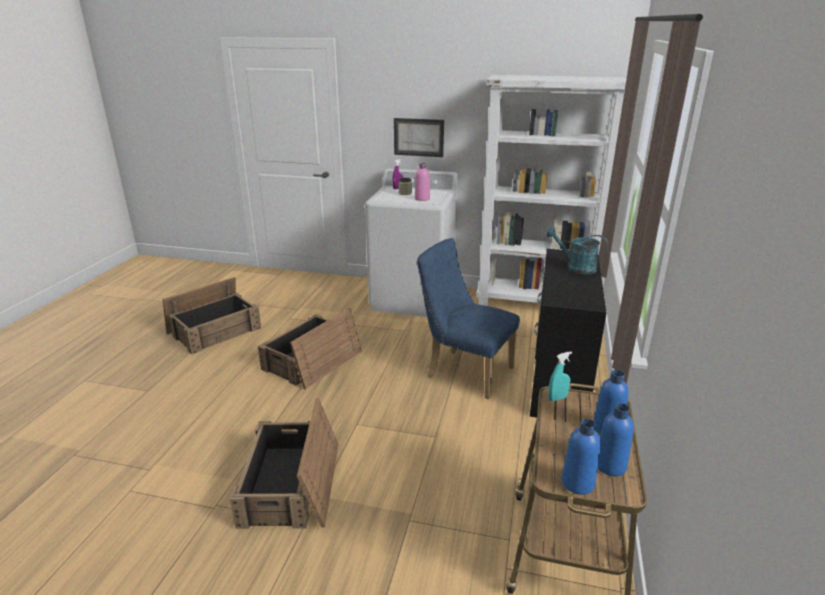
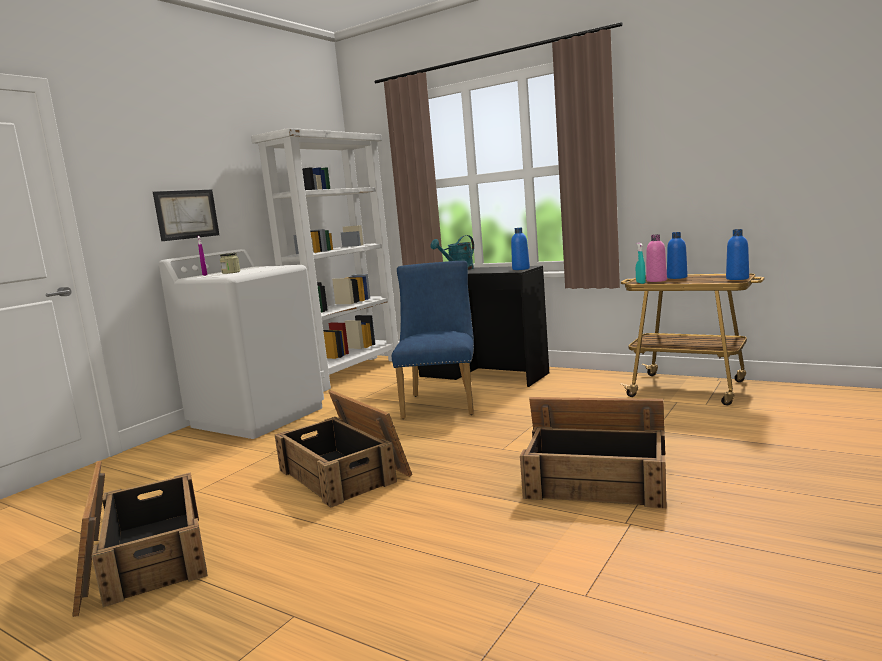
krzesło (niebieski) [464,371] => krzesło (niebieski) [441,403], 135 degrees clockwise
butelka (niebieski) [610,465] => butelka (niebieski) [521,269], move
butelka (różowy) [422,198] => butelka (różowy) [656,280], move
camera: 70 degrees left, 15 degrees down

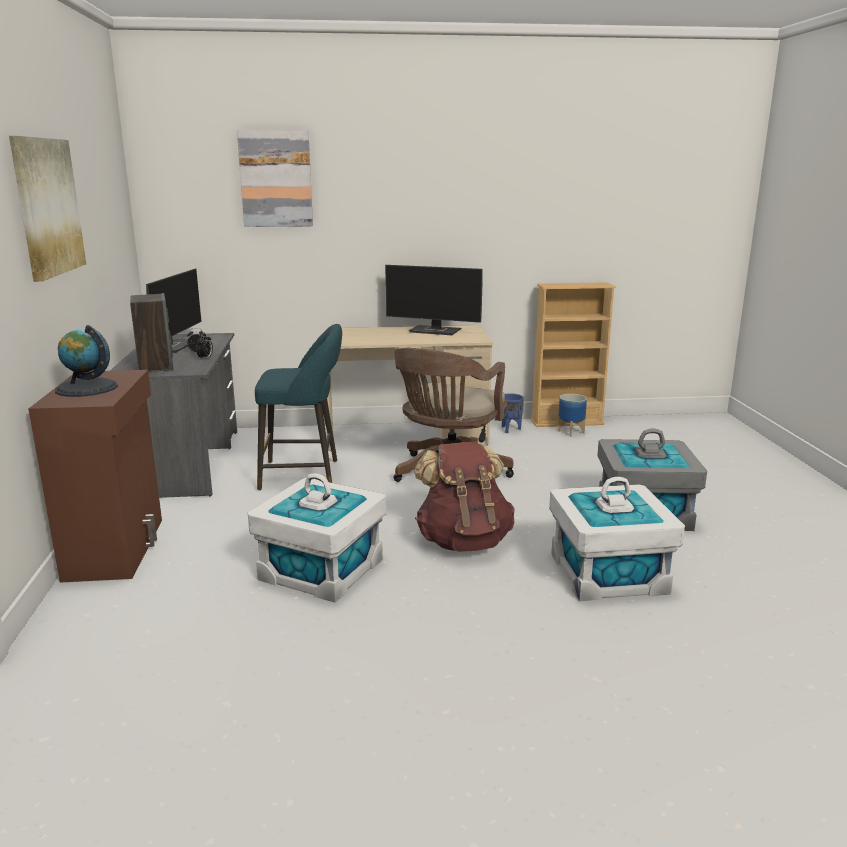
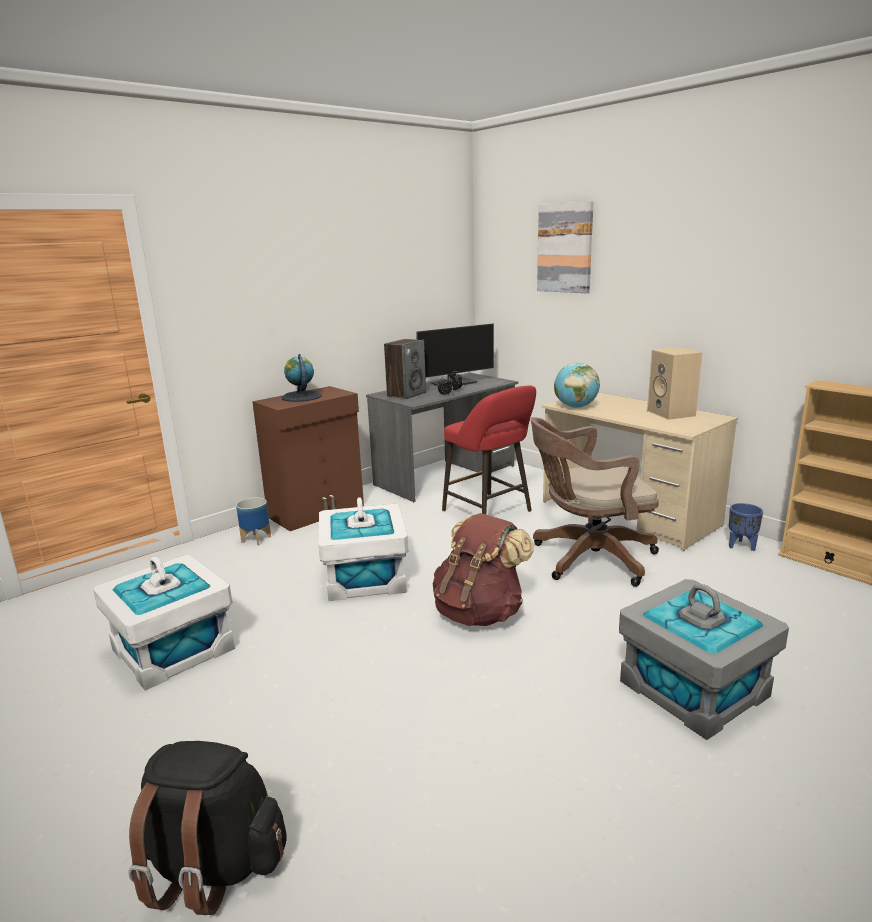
pojemnik do przechowywania (biały) [608,574] => pojemnik do przechowywania (biały) [172,649], move
nothing => plecak (czarny) [213,866]
donica [570,432] => donica [256,539], move
stołek (turkusowy) [305,475] => stołek (czerwony) [490,512]
nothing => globus [575,407]
monitor [436,331] => głośnik (beżowy) [672,413]
obraz [47,207] => nothing
camera: 55 degrees right, 0 degrees up

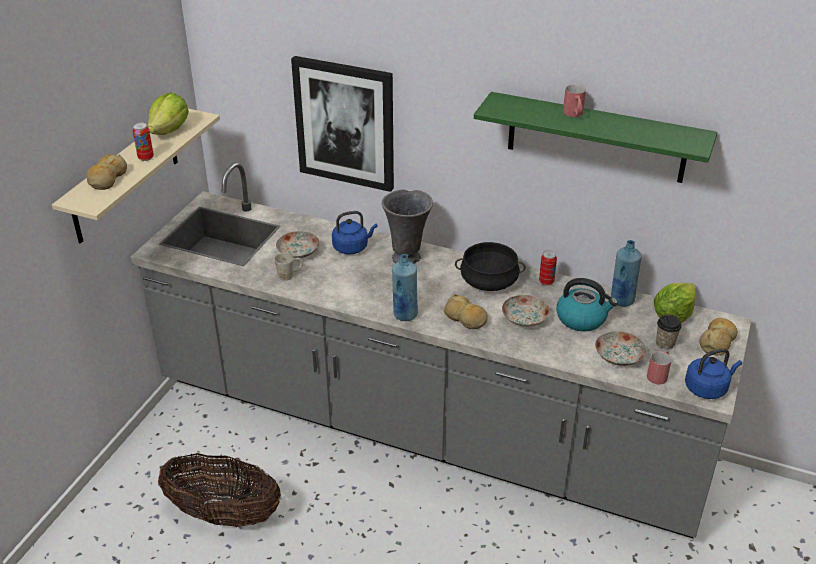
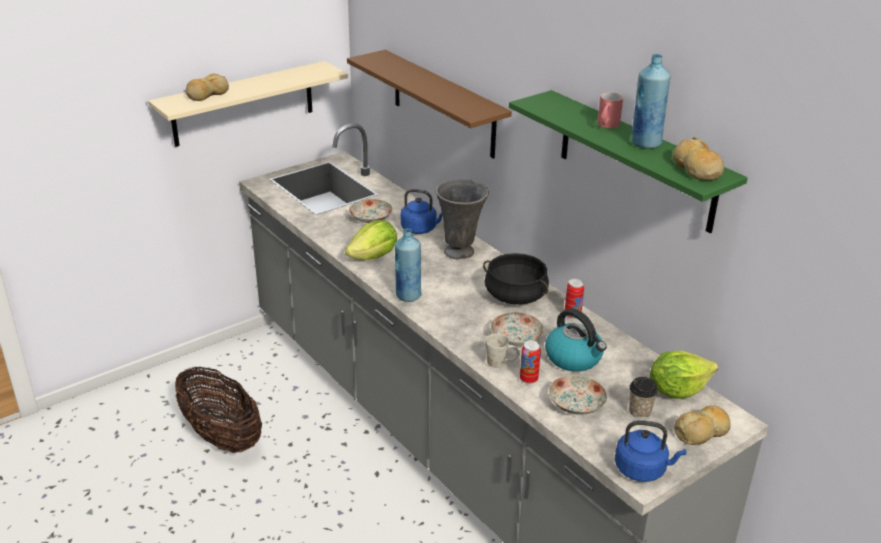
sałata [170,130] => sałata [374,257], move
obraz [345,123] => półka (brązowy) [443,104]
kubek (biały) [290,275] => kubek (biały) [501,363], move
puszka [146,158] => puszka [528,379], move
butelka (niebieski) [621,300] => butelka (niebieski) [645,143], move
chleb [465,318] => chleb [696,169], move
kubek (czerwony) [658,374] => nothing
camera: 30 degrees right, 5 degrees down

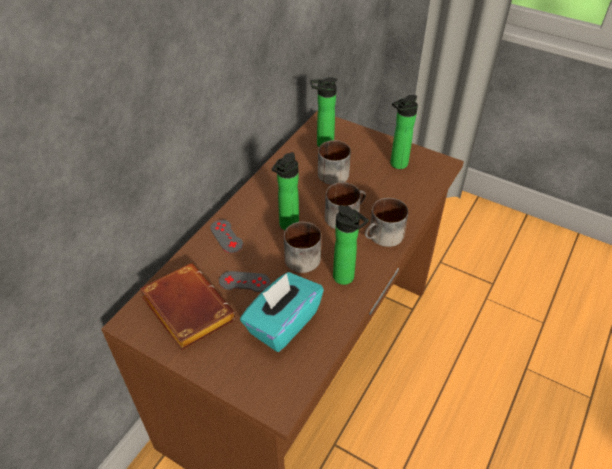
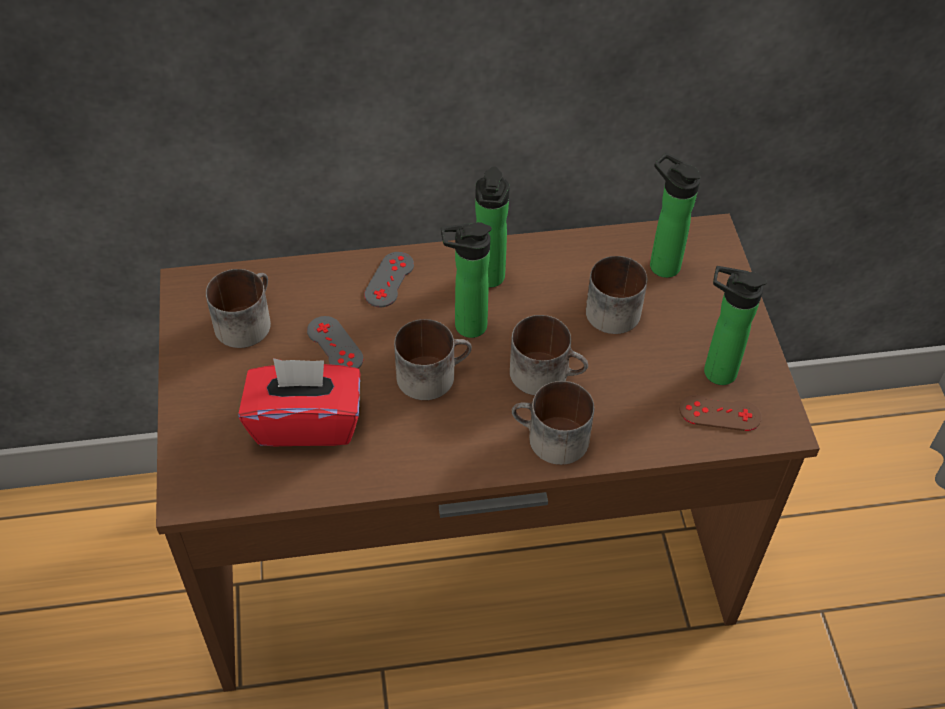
książka (brązowy) [185,310] => kubek [245,320]
pudełko chusteczek (turkusowy) [282,323] => pudełko chusteczek (czerwony) [306,422]
butelka [346,278] => butelka [488,280], move
nothing => pad do gier (brązowy) [720,413]
camera: 50 degrees right, 5 degrees up

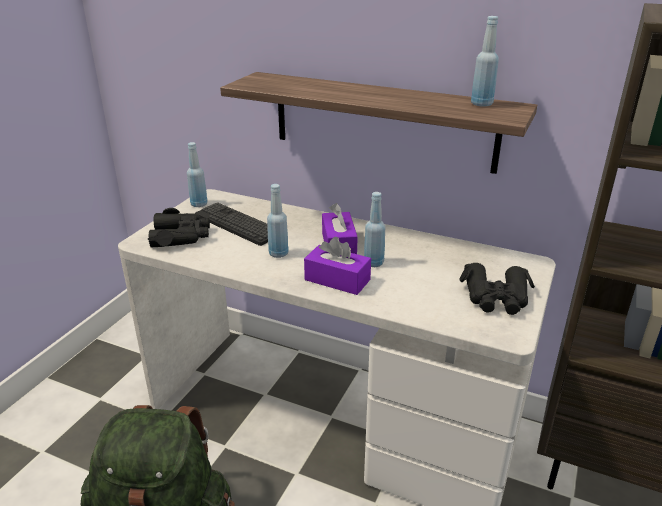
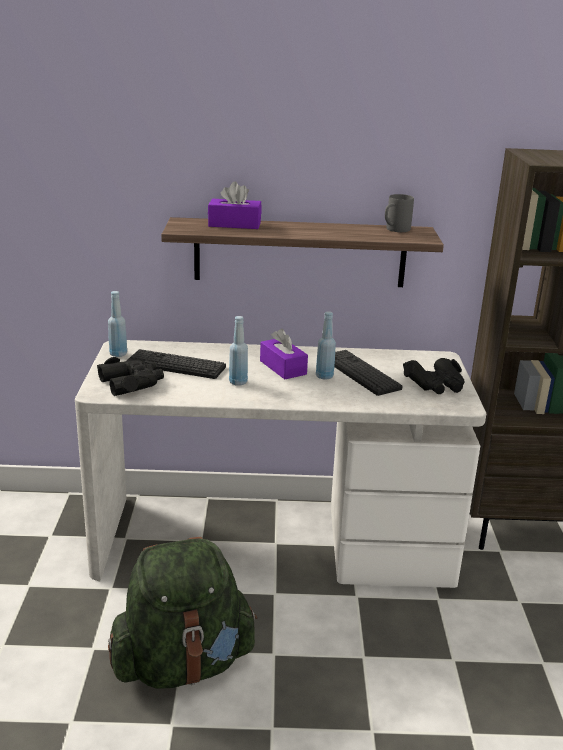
pudełko chusteczek (fioletowy) [337,280] => pudełko chusteczek (fioletowy) [234,224], move
nothing => klawiatura [360,373]
butelka (niebieski) [481,104] => kubek (szary) [394,230]
camera: 25 degrees left, 5 degrees down

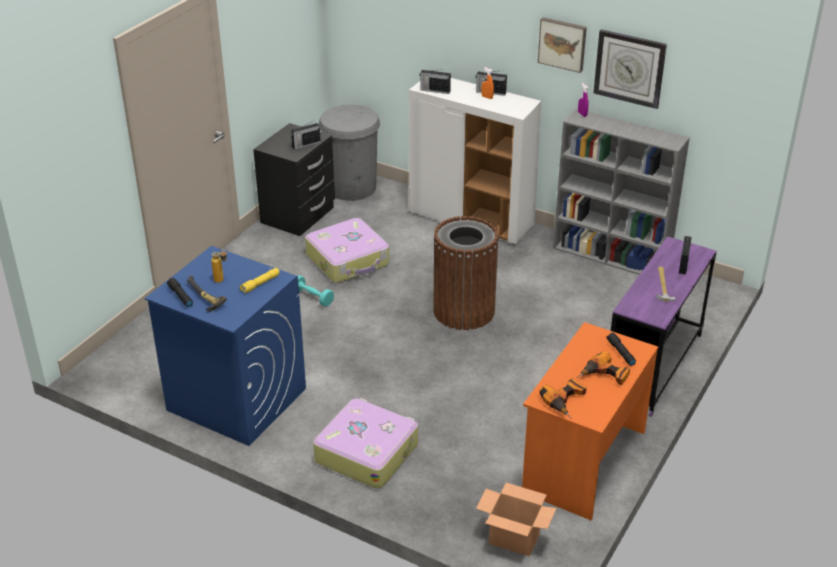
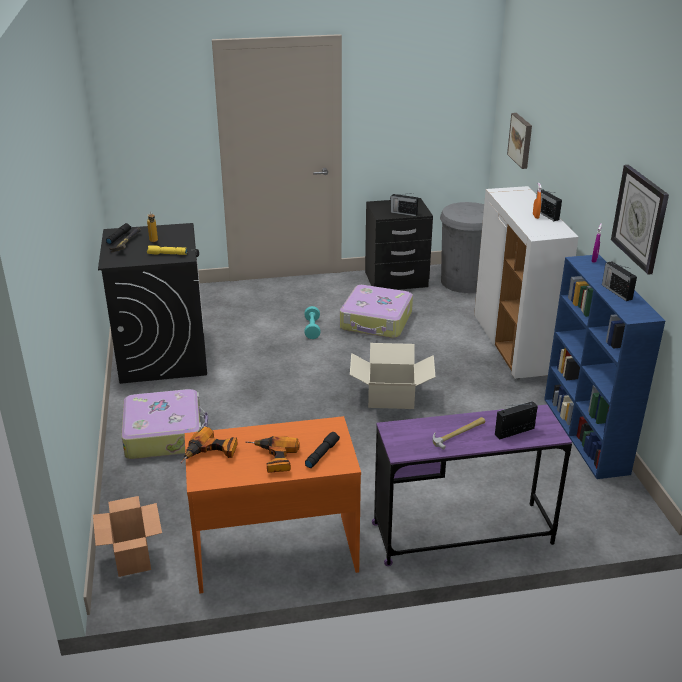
pralka (niebieski) [235,399] => pralka (czarny) [163,355]
kosz na śmieci (brązowy) [464,311] => karton [391,397]
obraz [562,44] => obraz [521,140], move
regał (szary) [612,257] => regał (niebieski) [585,435]
radio [434,90] => radio [616,291], move
camera: 50 degrees right, 5 degrees down

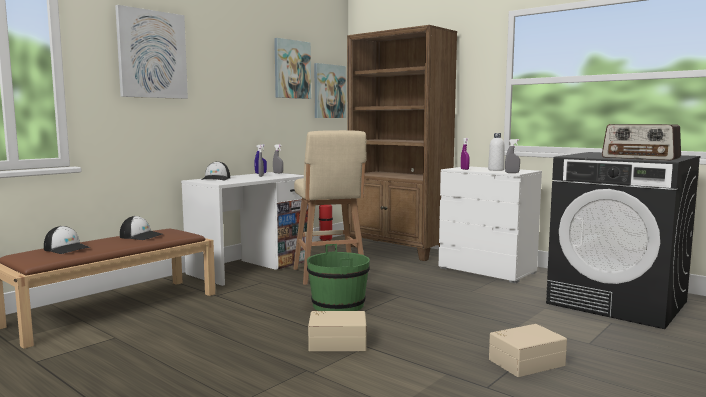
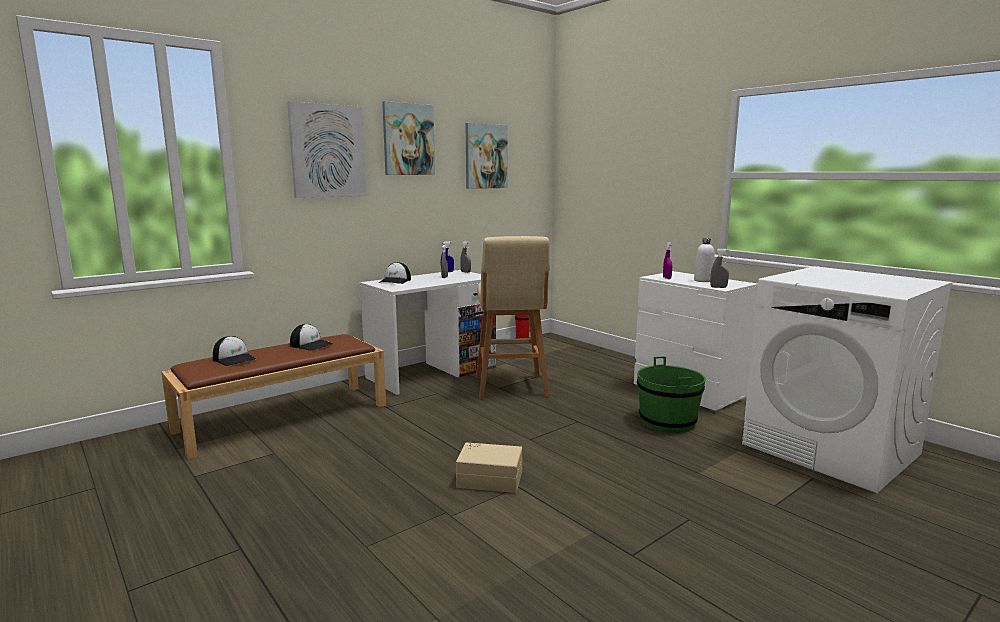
obraz [329,91] => obraz [408,139], move
wiadro (zielony) [338,305] => wiadro (zielony) [667,422], move
pralka (czarny) [618,302] => pralka (biały) [831,449]
regał (brązowy) [398,249] => nothing
pojemnik do przechowywania (beżowy) [525,361] => nothing
radio [641,158] => nothing
camera: 10 degrees right, 5 degrees up

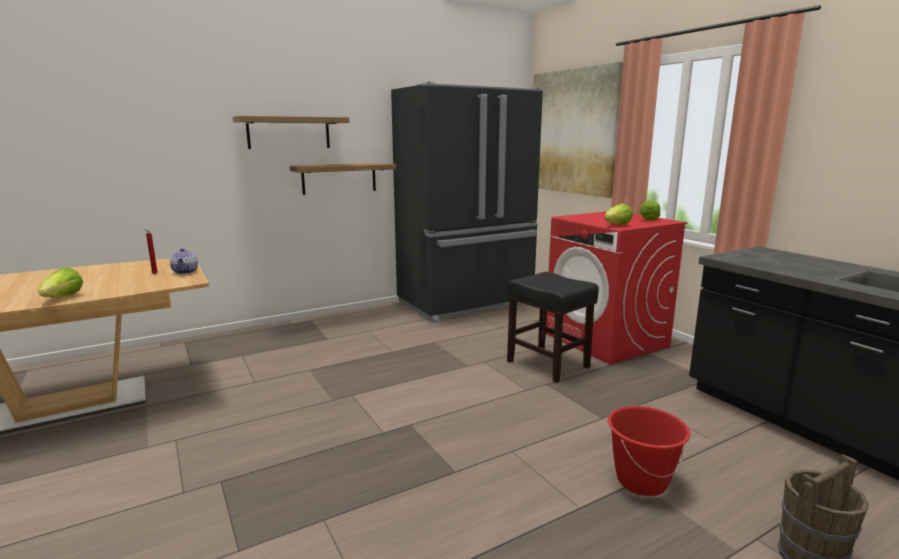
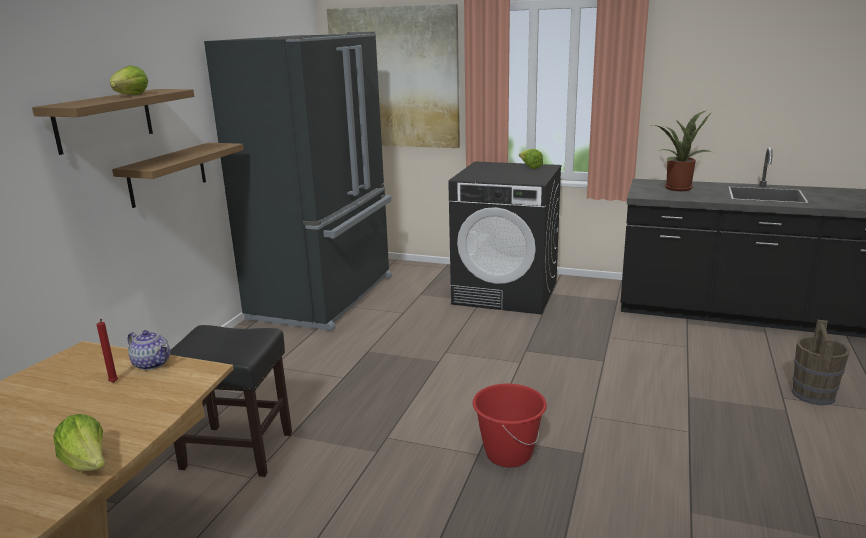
sałata [616,225] => sałata [130,96], move
stołek (czarny) [549,364] => stołek (czarny) [239,450], move
pralka (czerwony) [606,340] => pralka (czarny) [506,293]
wiadro (czerwony) [641,481] => wiadro (czerwony) [508,454], move
nothing => roślina doniczkowa [676,188]
camera: 40 degrees left, 5 degrees up

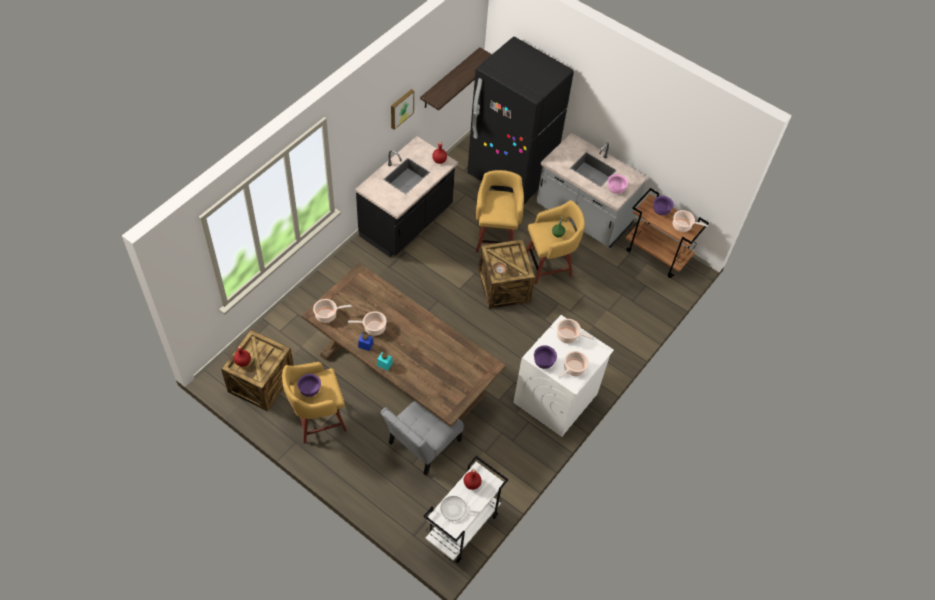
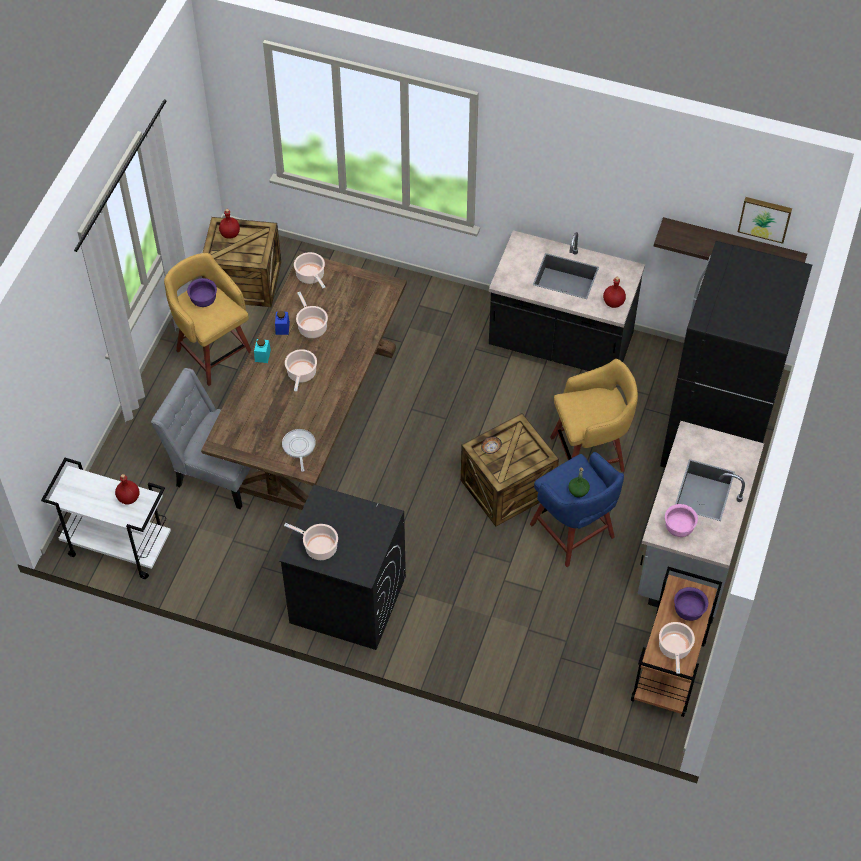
pralka (biały) [555,398] => pralka (czarny) [347,600]
patelnia [455,510] => patelnia [299,447], move
garnek [568,336] => garnek [301,374], move
stołek (żółty) [549,265] => stołek (niebieski) [573,533]
obraz [401,108] => obraz [765,218], move
miska (fioletowy) [543,363] => nothing
camera: 75 degrees right, 0 degrees up

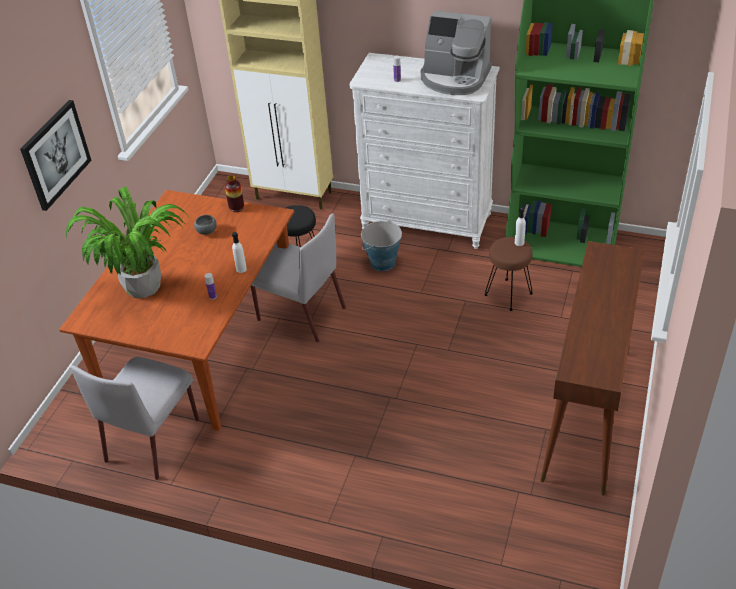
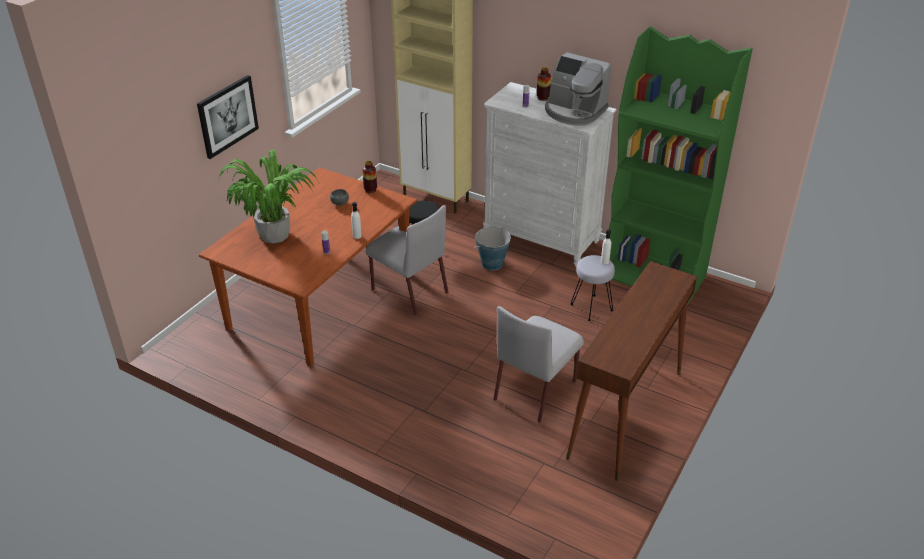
krzesło (szary) [153,439] => krzesło (szary) [535,389], move
nothing => wazon [543,98]
stołek (brązowy) [508,295] => stołek (szary) [591,308]
camera: 10 degrees right, 5 degrees down

